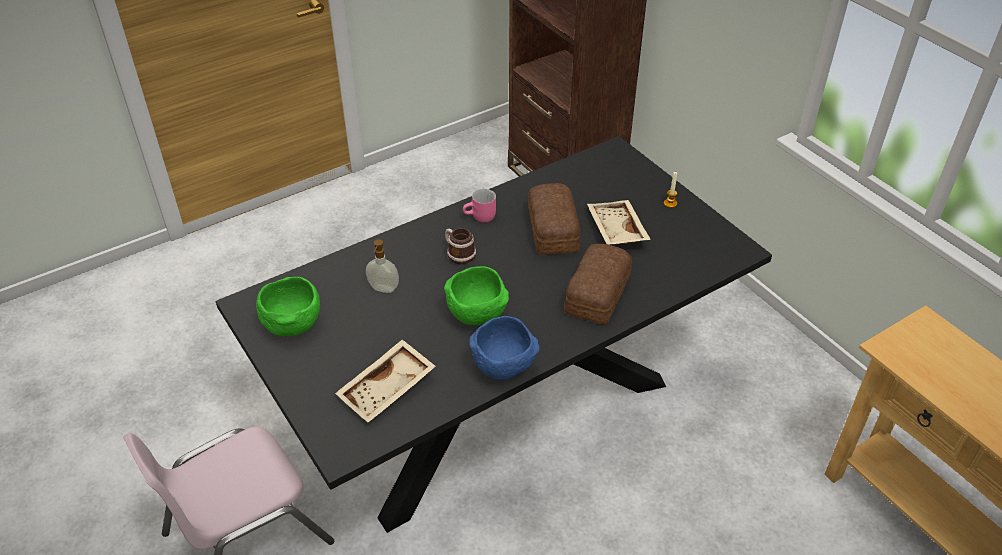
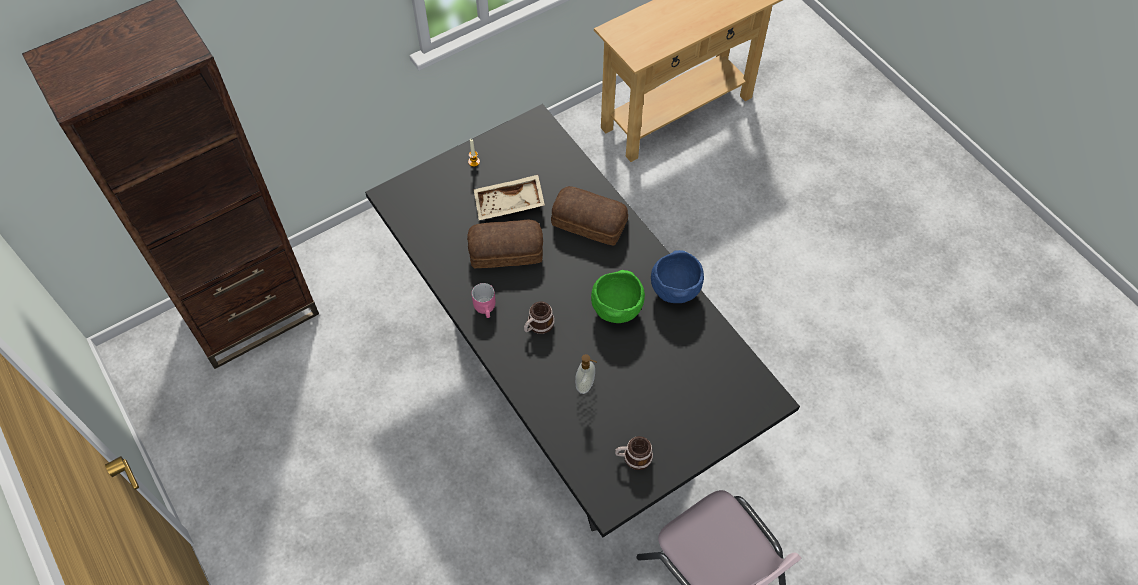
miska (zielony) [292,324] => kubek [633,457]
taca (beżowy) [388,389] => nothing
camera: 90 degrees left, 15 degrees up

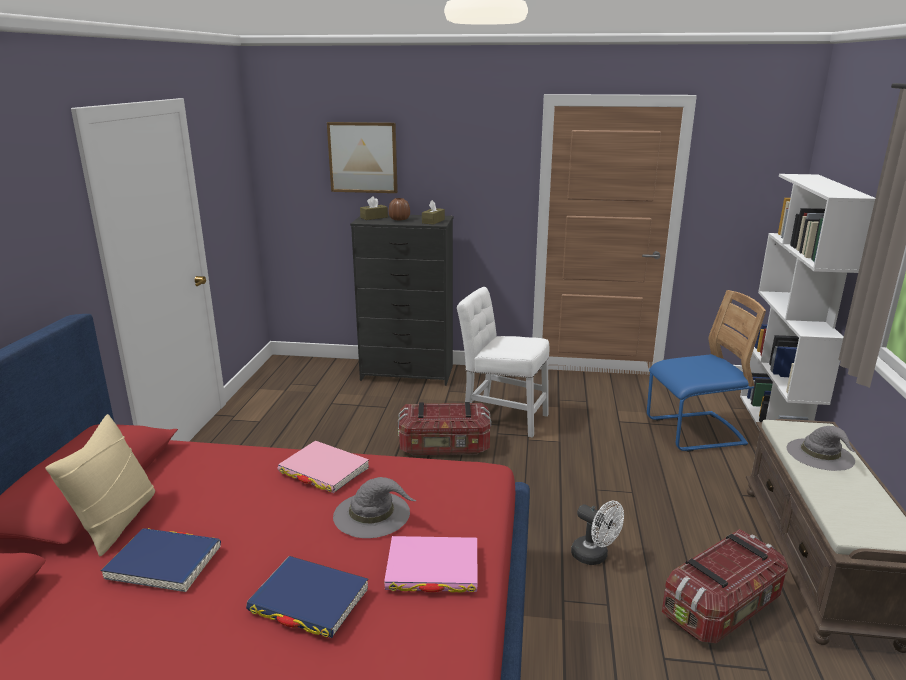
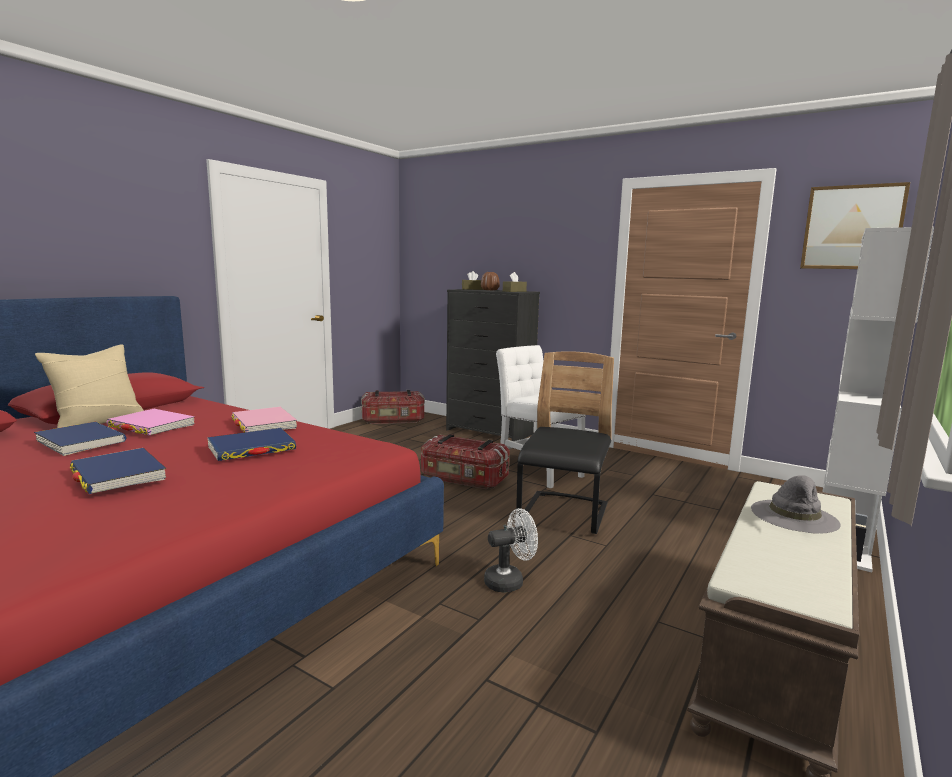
książka (różowy) [432,568] => książka (różowy) [151,426], move
kapelusz (szary) [373,514] => książka (niebieski) [251,448]
pojemnik do przechowywania [722,608] => pojemnik do przechowywania [393,420], move
wentylator (biały) [594,556] => wentylator (biały) [509,581], 90 degrees counterclockwise
nothing => krzesło (czarny) [563,514]
obraz [363,157] => obraz [852,227], move
krzesło (niebieski) [694,432] => nothing
camera: 25 degrees right, 10 degrees down

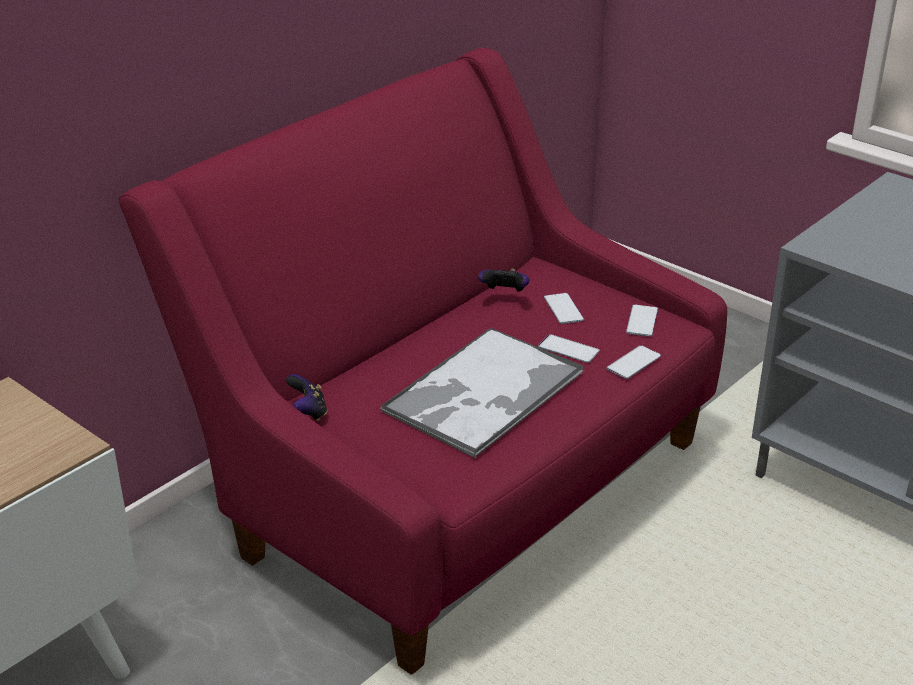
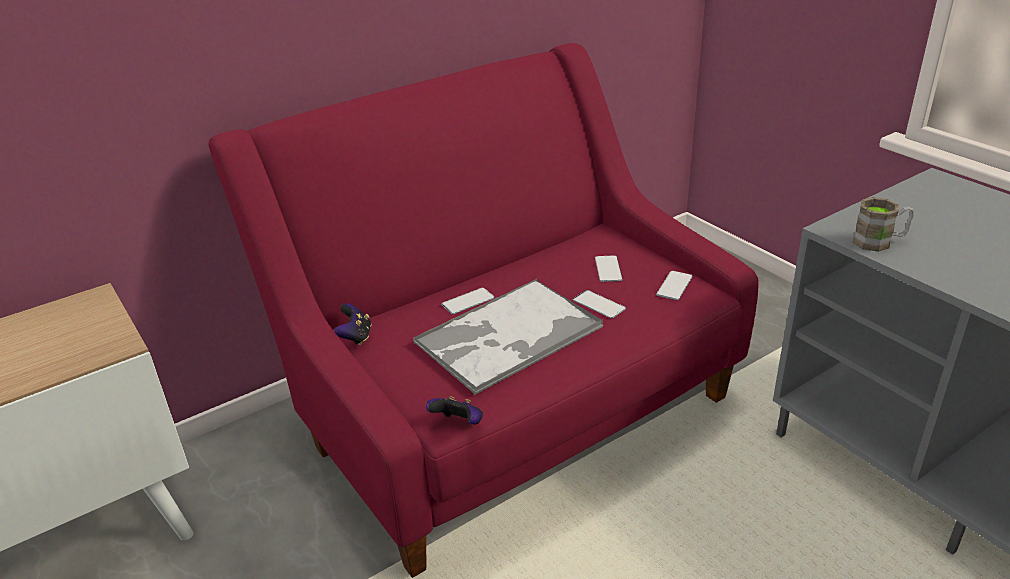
pad do gier [504,293] => pad do gier [459,424], move
telefon [633,363] => telefon [468,301], move
nothing => kubek (brązowy) [879,242]
camera: 15 degrees right, 0 degrees up

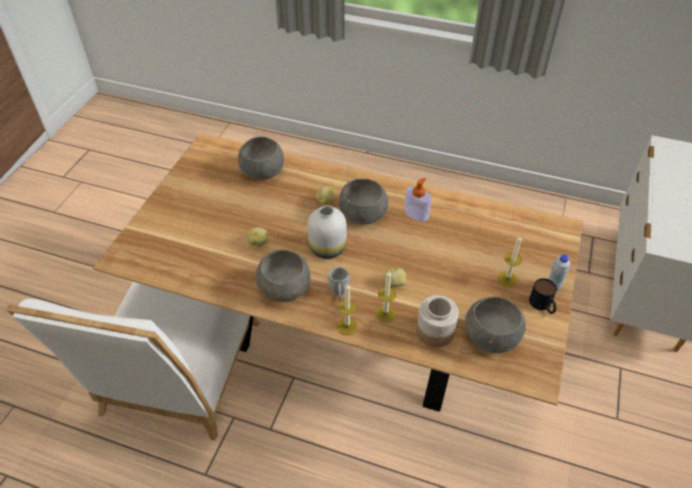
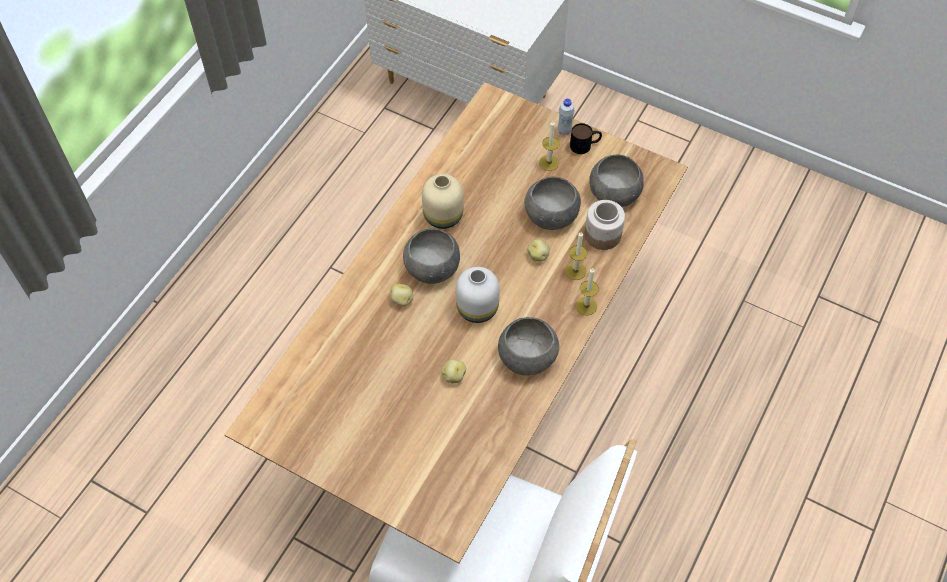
dozownik mydła [416,214] => wazon (beżowy) [443,217]
miska (szary) [262,171] => miska (szary) [551,215], move
kubek (szary) [339,292] => nothing
camera: 80 degrees left, 10 degrees up

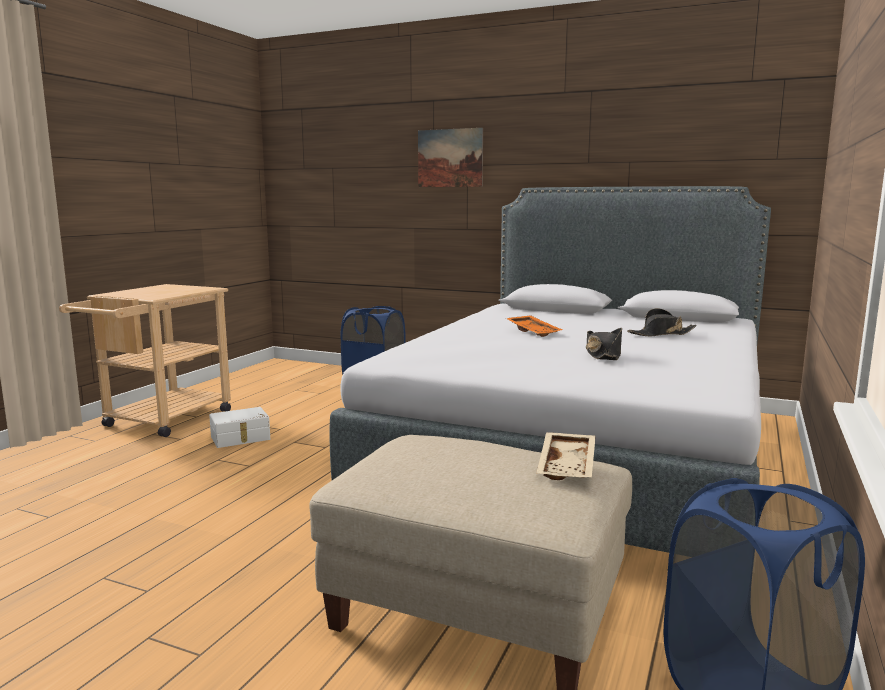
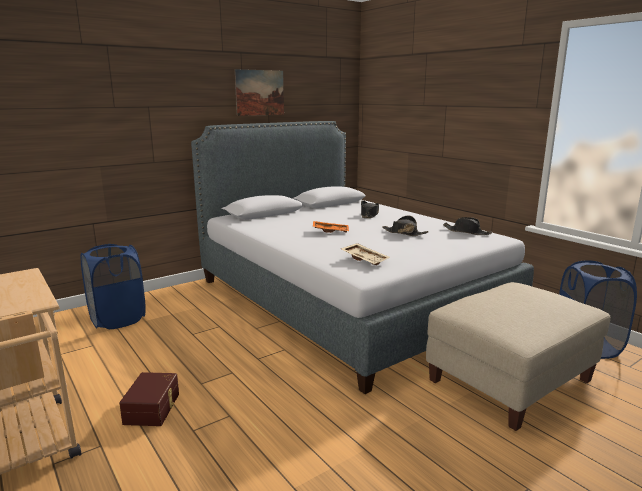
pojemnik do przechowywania (biały) [241,438] => pojemnik do przechowywania (brązowy) [153,408]
obraz [450,158] => obraz [260,92], move
taca (beżowy) [568,466] => taca (beżowy) [365,259], move
nothing => kapelusz (czarny) [466,232]
camera: 60 degrees left, 5 degrees up

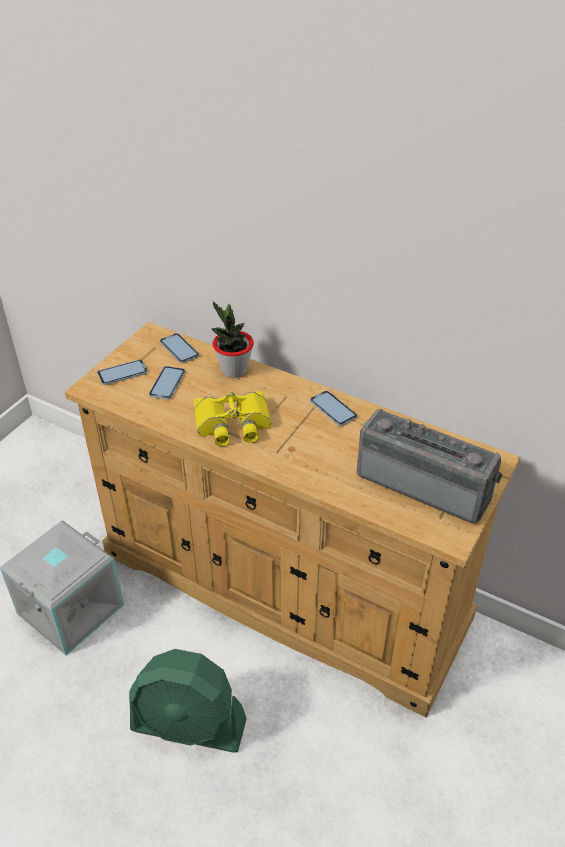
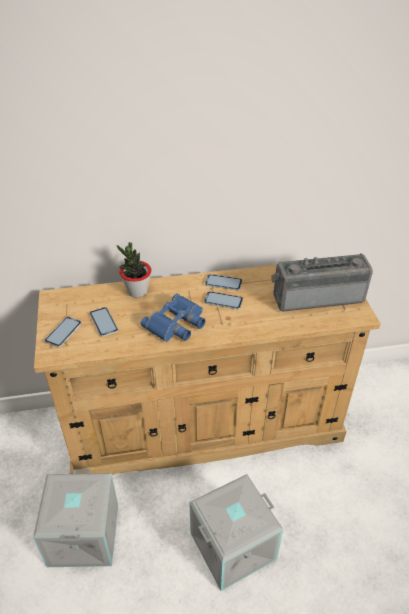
lornetka (żółty) [232,424] => lornetka (niebieski) [177,324]
wentylator (zielony) [189,725] => pojemnik do przechowywania (szary) [232,544]
telefon [179,349] => telefon [223,301], move
camera: 40 degrees left, 0 degrees up

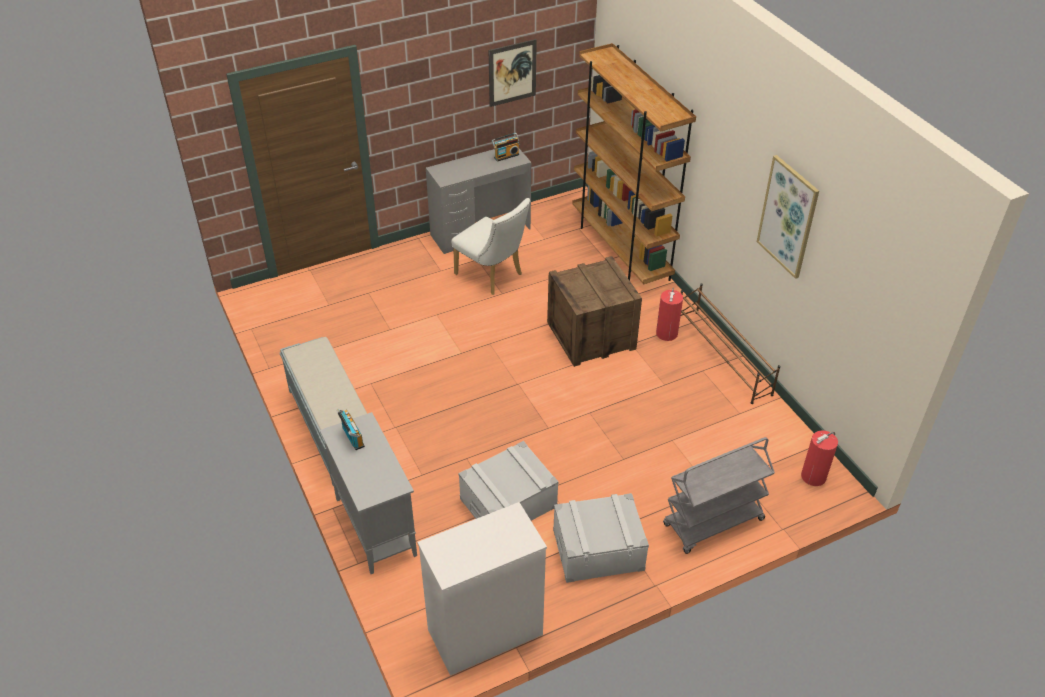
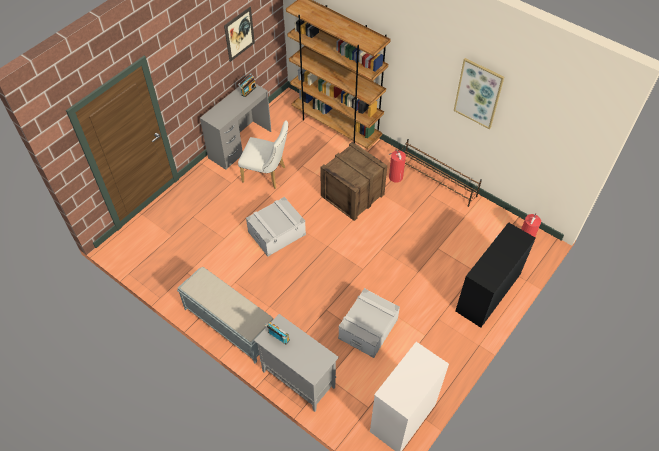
pojemnik do przechowywania (szary) [598,549] => pojemnik do przechowywania (szary) [277,233], move
wózek (szary) [713,523] => biurko (czarny) [488,292]
camera: 25 degrees left, 10 degrees up

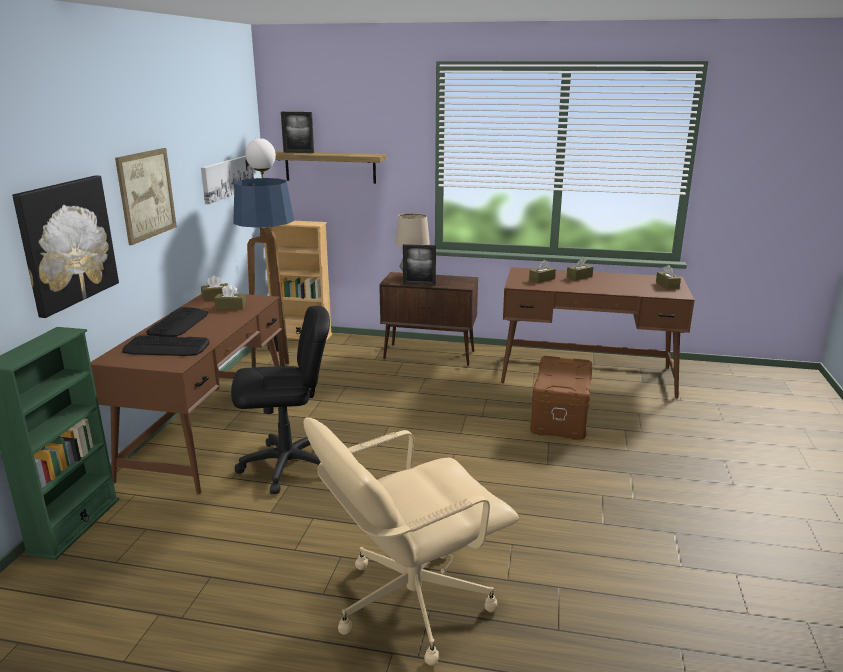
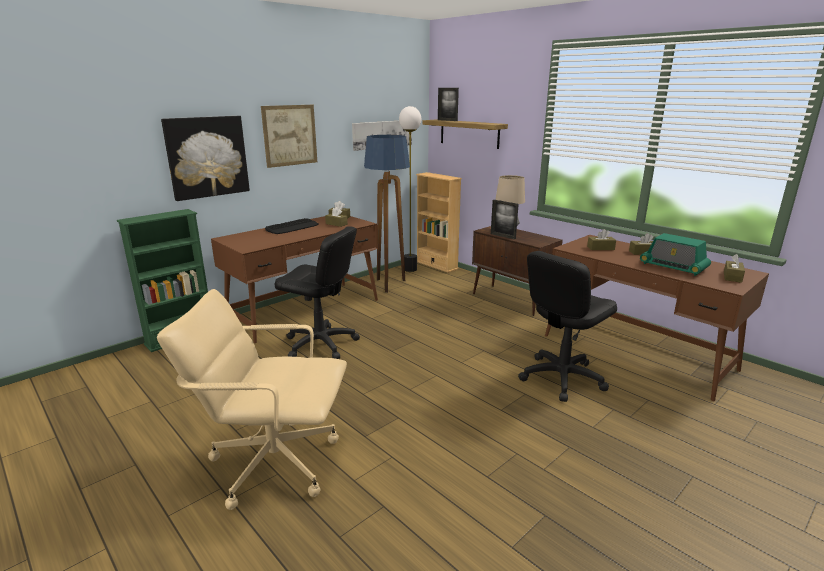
pojemnik do przechowywania (brązowy) [559,417] => krzesło biurowe (czarny) [561,378]
nothing => radio [673,266]
klawiatura [166,347] => nothing
camera: 35 degrees right, 0 degrees up

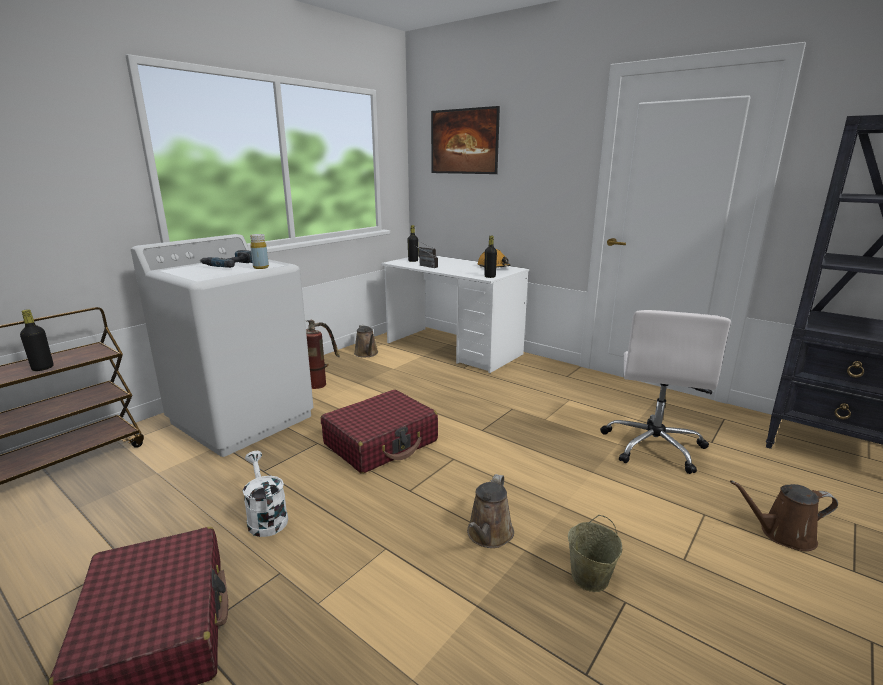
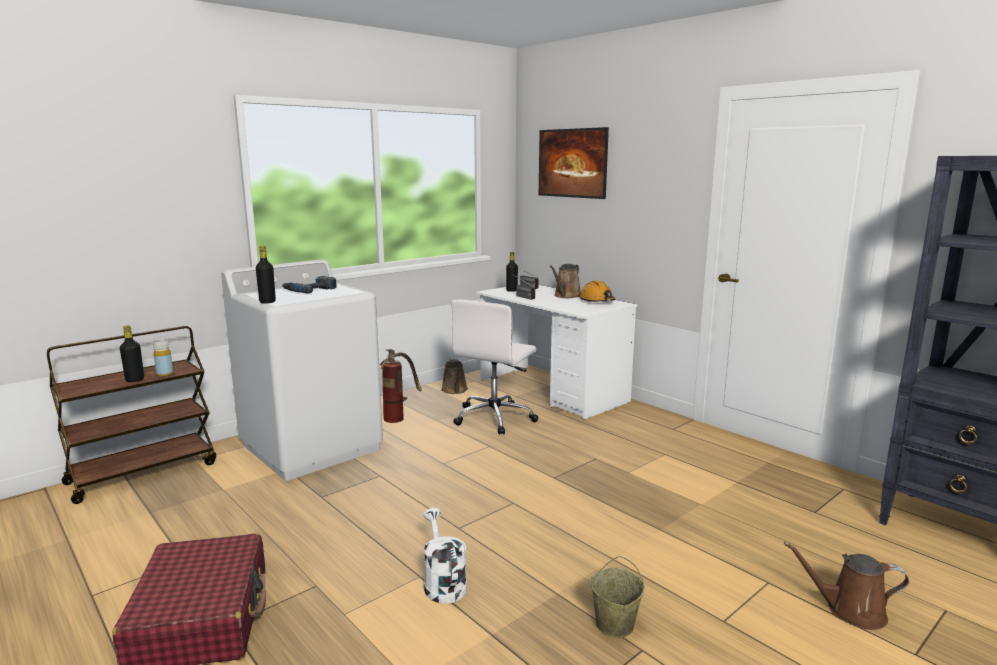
butelka (żółty) [261,267] => butelka (żółty) [165,374], move
butelka (czarny) [490,276] => butelka (czarny) [267,302], move
konewka (biały) [266,517] => konewka (biały) [443,583], move
krzesło biurowe (biały) [653,446] => krzesło biurowe (biały) [495,418], move
konewka (brązowy) [488,535] => konewka (brązowy) [566,296], move
walizka (czerwony) [381,443] => nothing
camera: 10 degrees right, 5 degrees down

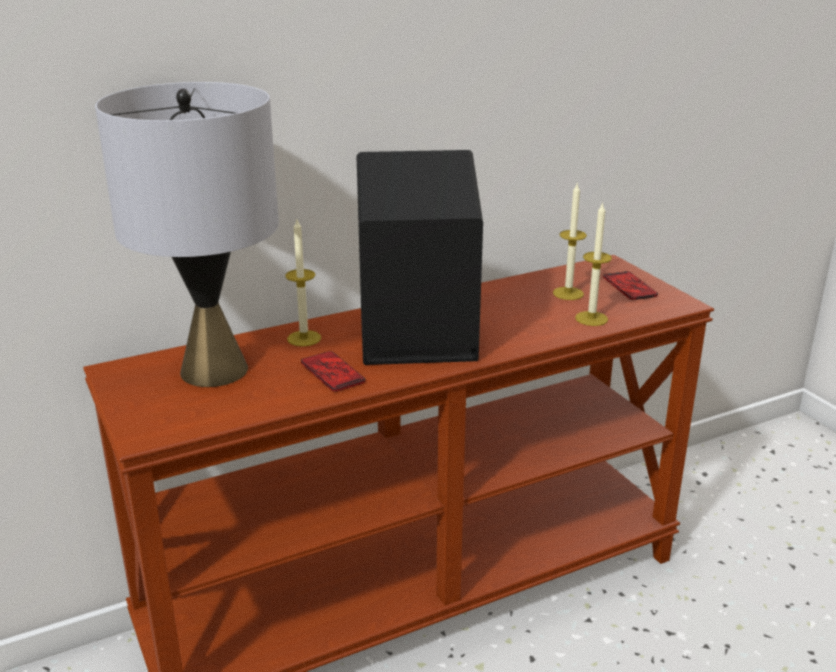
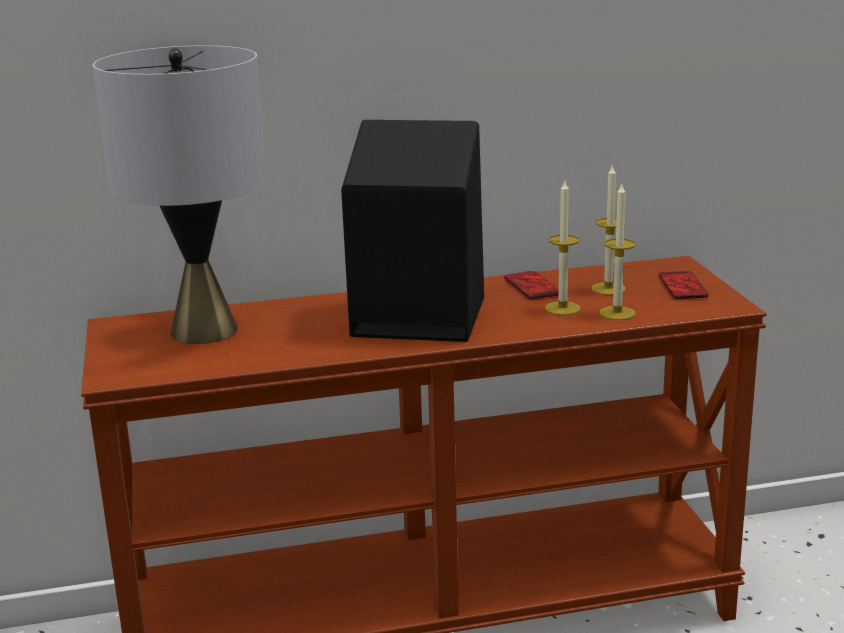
telefon [332,372] => telefon [531,287], move
świeca [304,338] => świeca [562,308], move
camera: 15 degrees right, 5 degrees down

